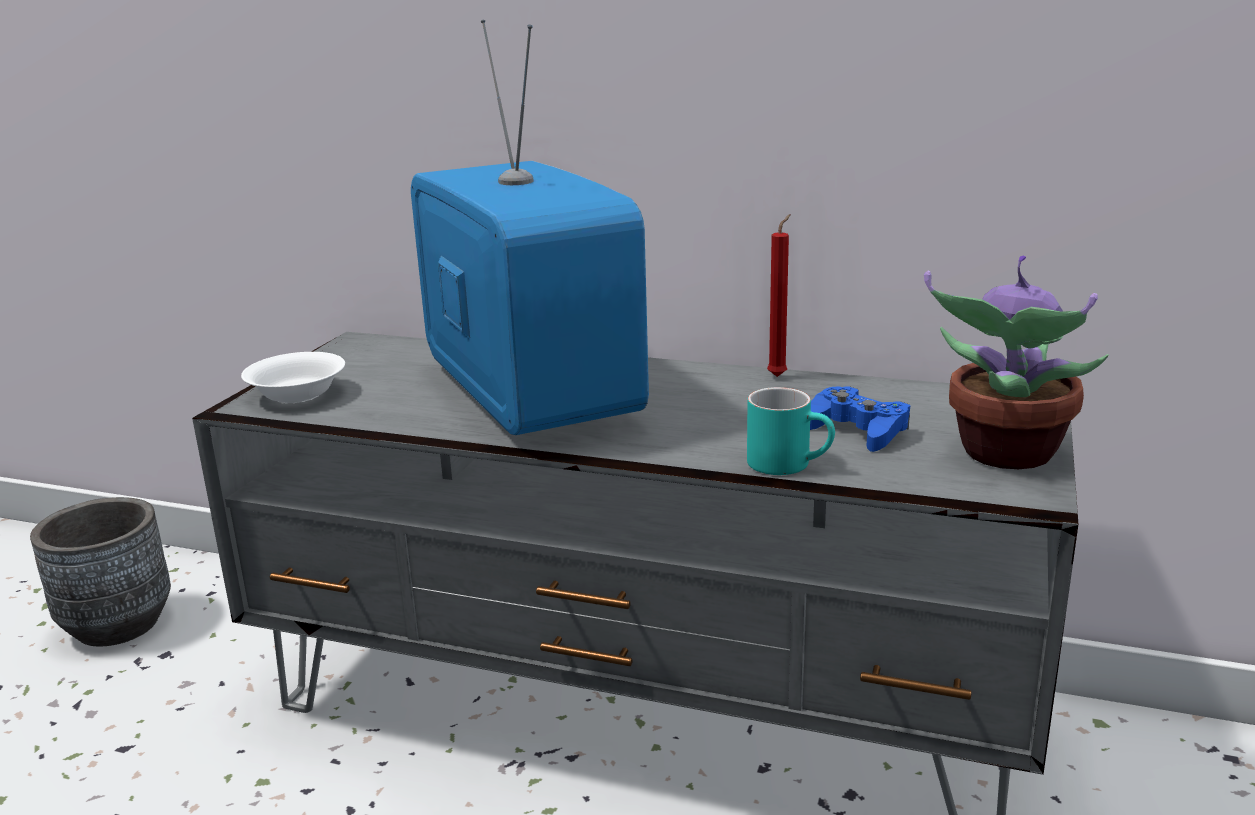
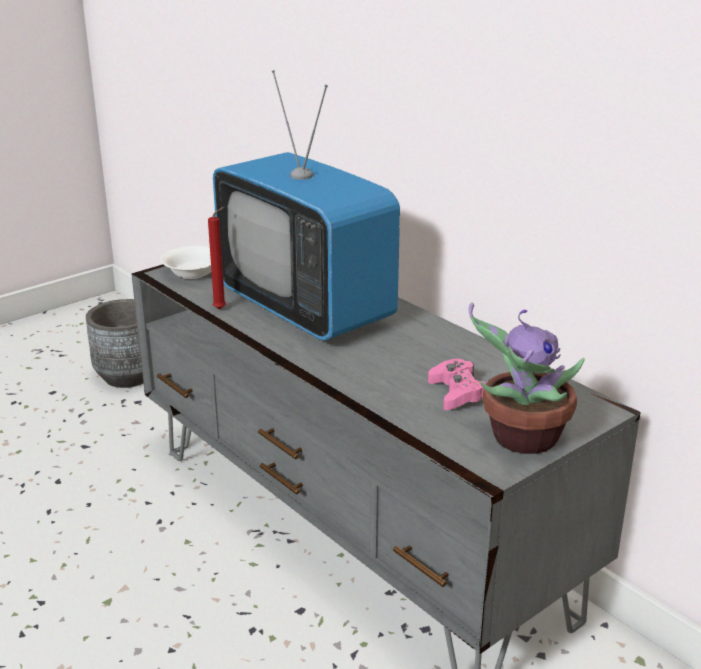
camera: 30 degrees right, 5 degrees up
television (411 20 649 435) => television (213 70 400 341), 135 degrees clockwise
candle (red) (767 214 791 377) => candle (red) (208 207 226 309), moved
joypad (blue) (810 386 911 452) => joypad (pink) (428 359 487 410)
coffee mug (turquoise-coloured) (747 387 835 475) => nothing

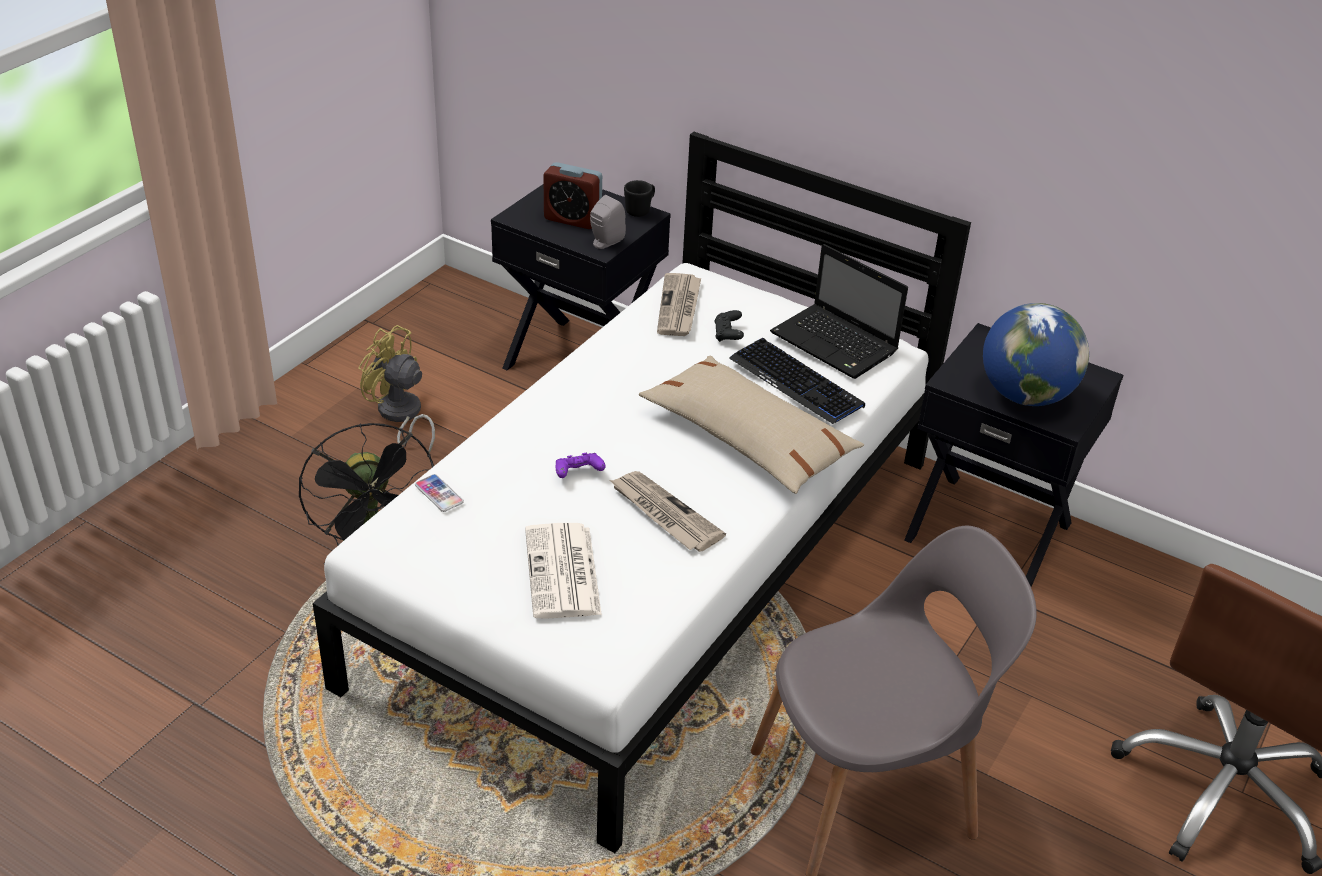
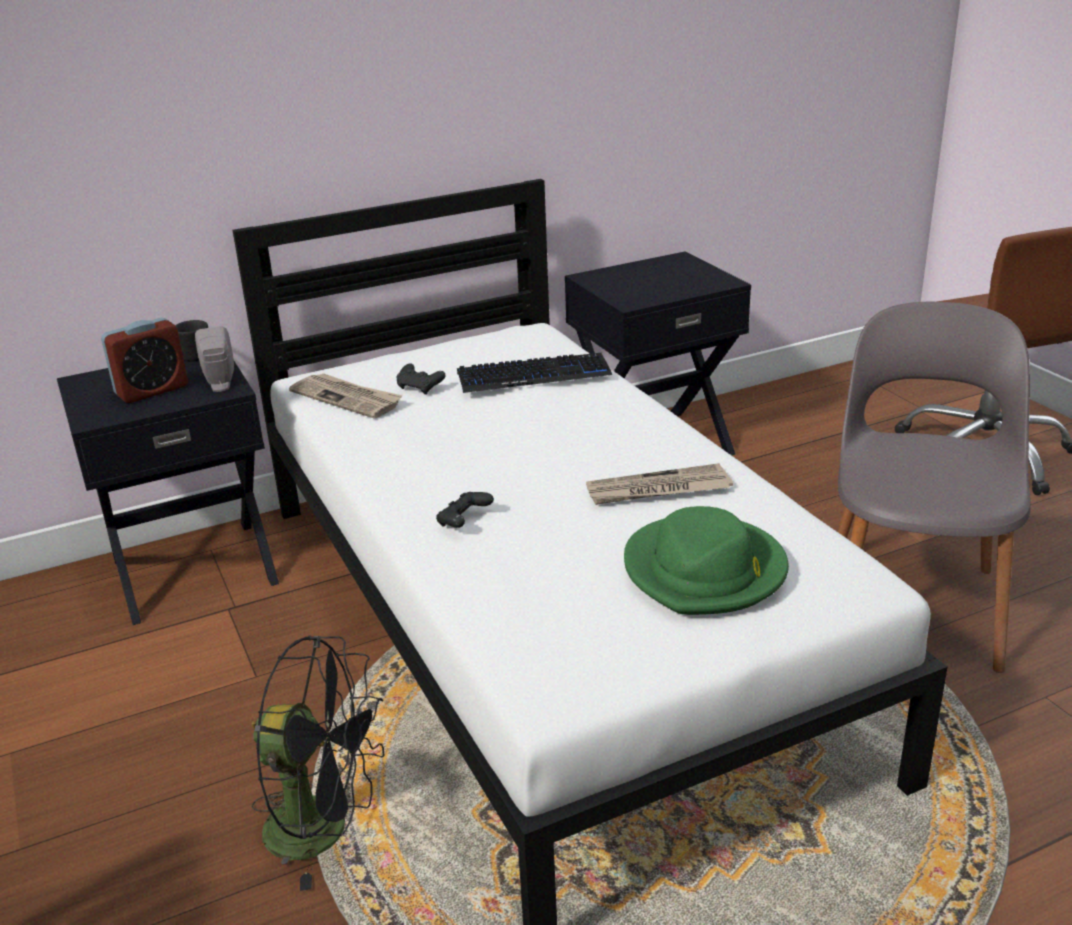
camera: 55 degrees left, 10 degrees down
notebook computer (770 244 908 379) => nothing
globe (983 303 1089 406) => nothing
fan (yellow) (358 325 435 454) => nothing
pillow (sand-coloured) (639 356 864 494) => nothing
joypad (purple) (556 453 605 478) => nothing
handset (415 474 464 512) => nothing
newspaper (525 523 602 619) => wearable hat (greenish) (624 506 789 615)
nothing => joypad (blackish) (436 492 494 528)

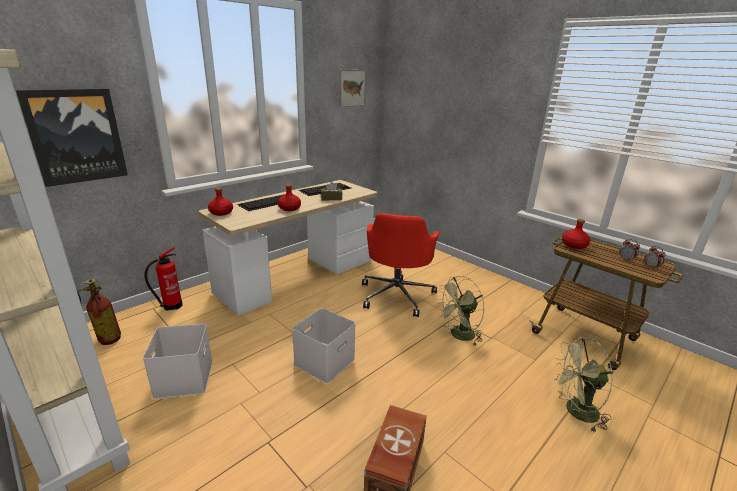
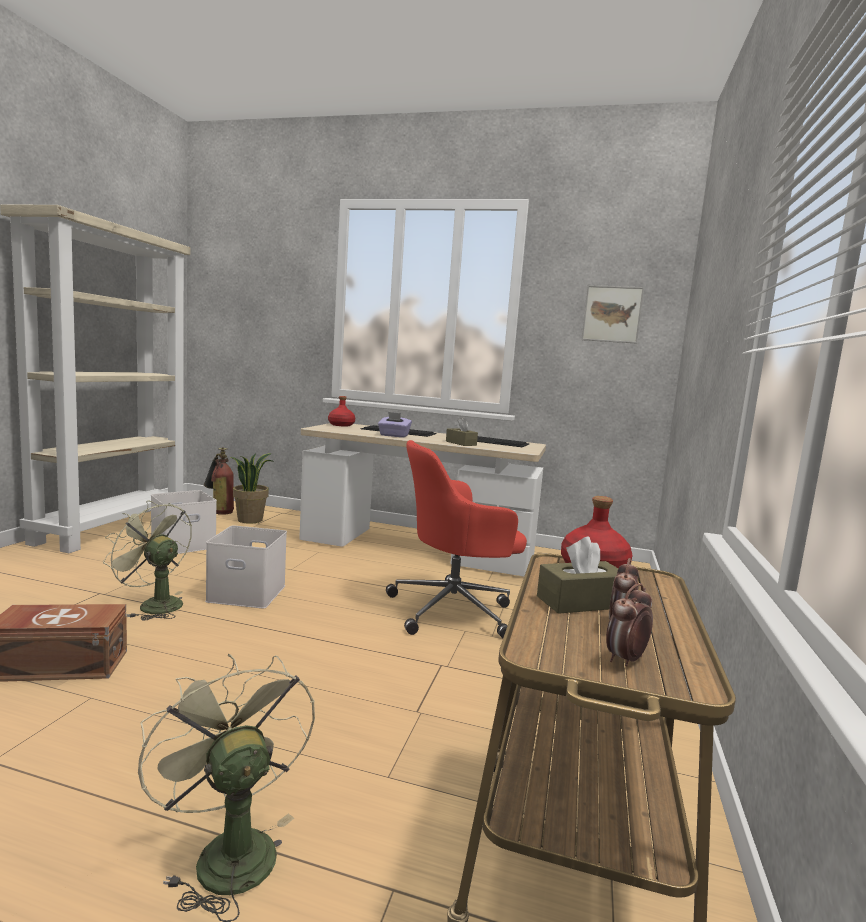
camera: 60 degrees right, 15 degrees down
wall picture (16 89 128 187) => nothing
drink bottle (red) (278 184 301 211) => box of tissues (purple) (378 412 412 437)
fire-fighting cylinder (144 247 183 311) => nothing
fan (greenish) (436 276 484 345) => fan (greenish) (103 500 192 621), moved
nothing => houseplant (231 453 274 523)
nothing => box of tissues (brownish) (537 536 618 614)

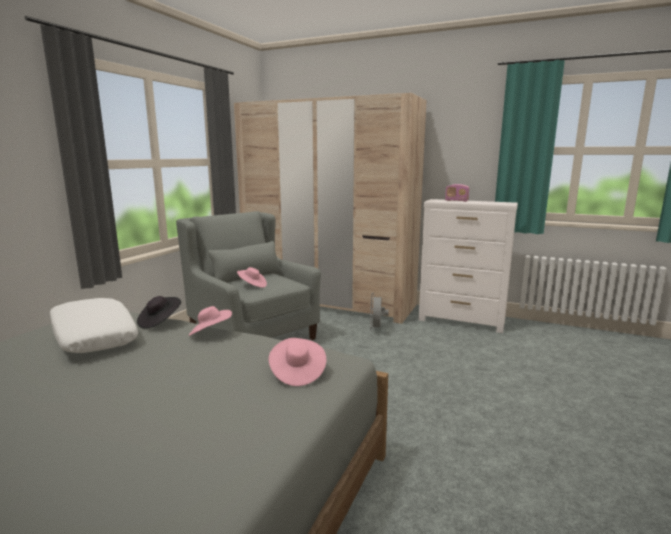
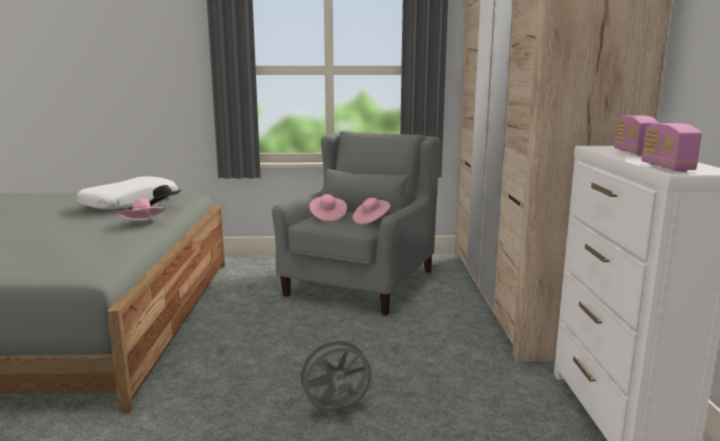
camera: 65 degrees right, 0 degrees up
fan (gray) (370 293 389 331) => fan (gray) (295 335 372 412), moved
wearable hat (pink) (269 338 326 386) => wearable hat (pink) (352 198 391 224), moved
nothing => radio (642 123 702 172)

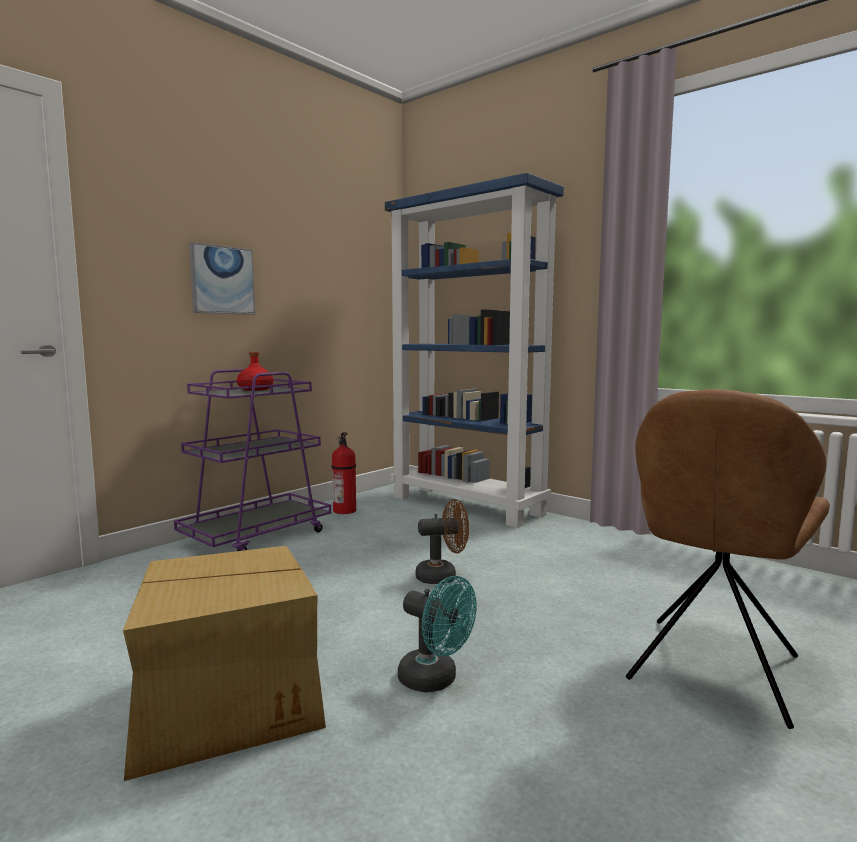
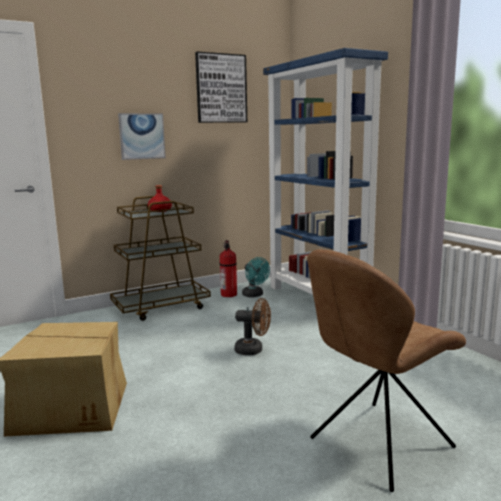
camera: 20 degrees right, 5 degrees up
wheeled cart (purple) (174 369 331 551) => wheeled cart (brownish) (110 196 211 321)
fan (turquoise-coloured) (398 576 477 693) => fan (turquoise-coloured) (242 257 270 297), moved
nothing => wall picture (195 52 247 123)

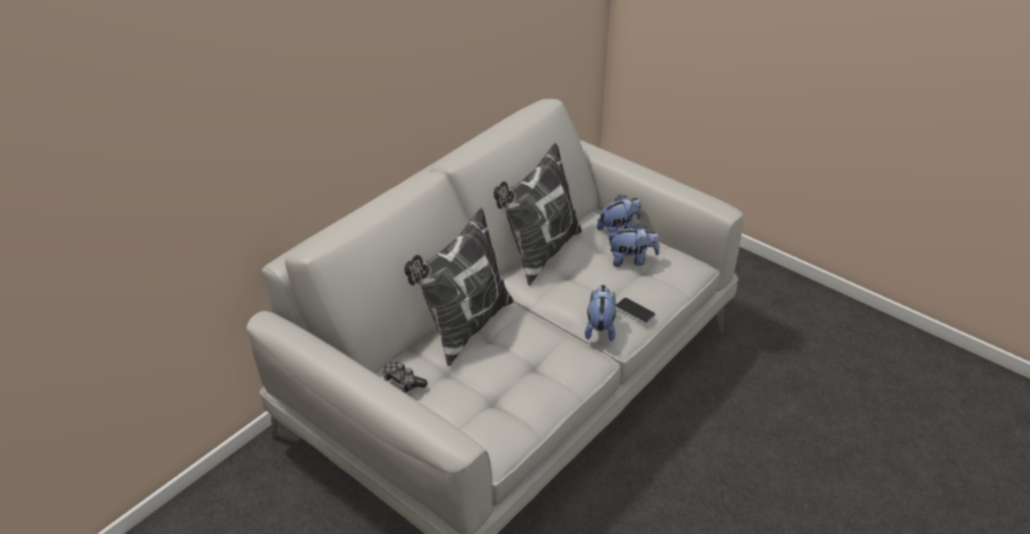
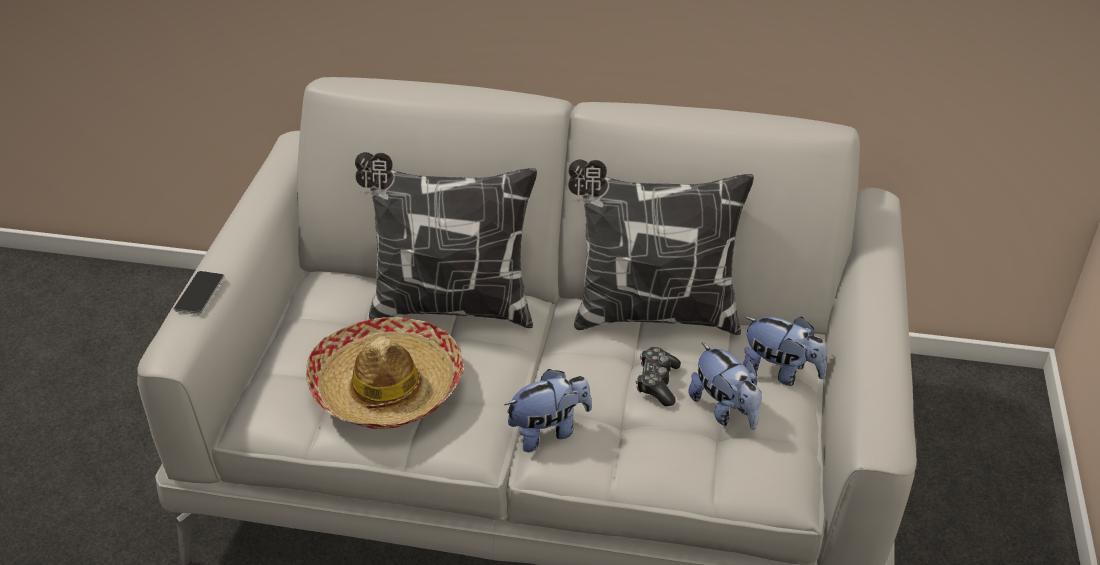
camera: 60 degrees right, 0 degrees up
handset (615 297 656 324) => handset (174 271 225 315), moved
joypad (382 362 428 393) => joypad (636 347 681 406), moved
nothing => wearable hat (306 317 464 429)

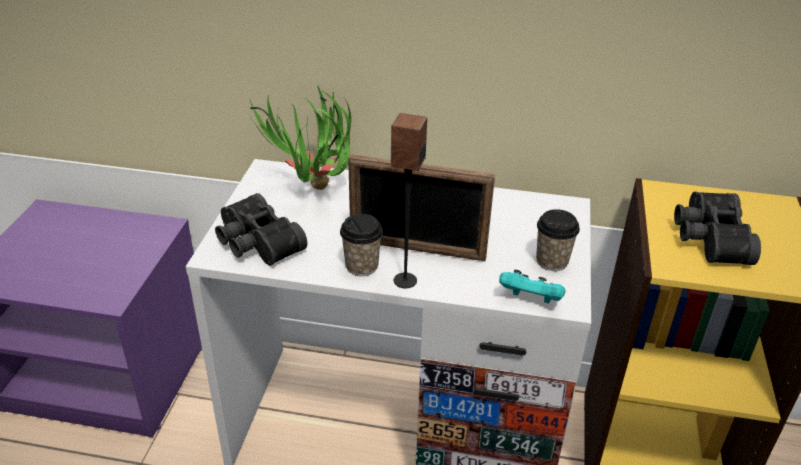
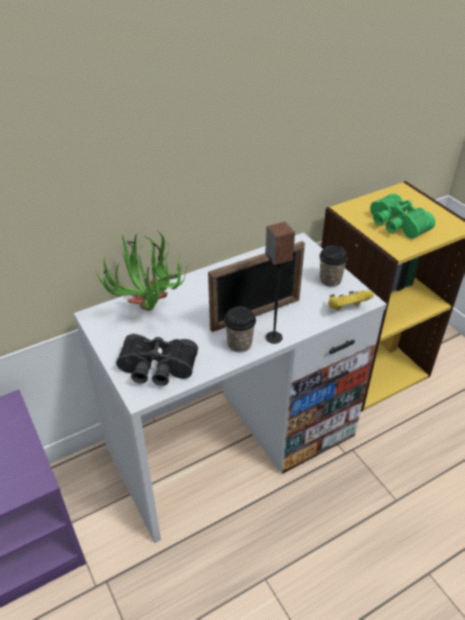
camera: 40 degrees left, 5 degrees up
binoculars (blackish) (674 192 761 265) => binoculars (greenish) (370 193 435 239)
joypad (turquoise-coloured) (499 270 566 304) => joypad (yellow) (328 290 374 311)

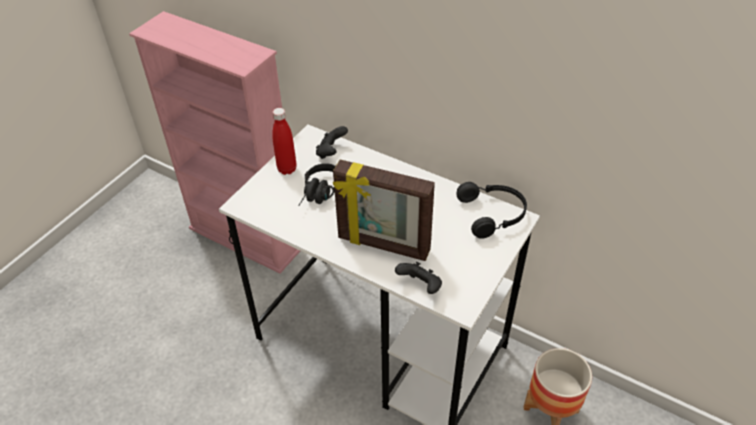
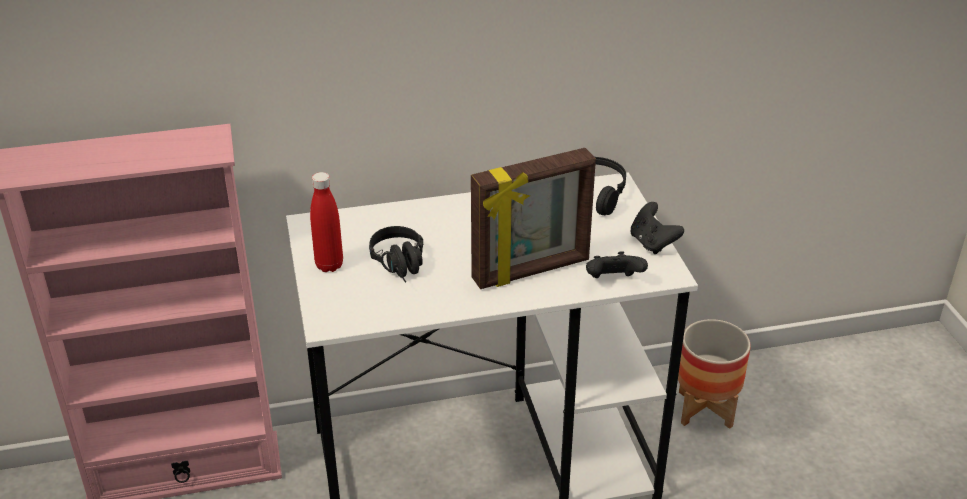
camera: 45 degrees left, 10 degrees down
joypad (blackish) (316 126 348 159) => joypad (blackish) (630 202 684 254), moved

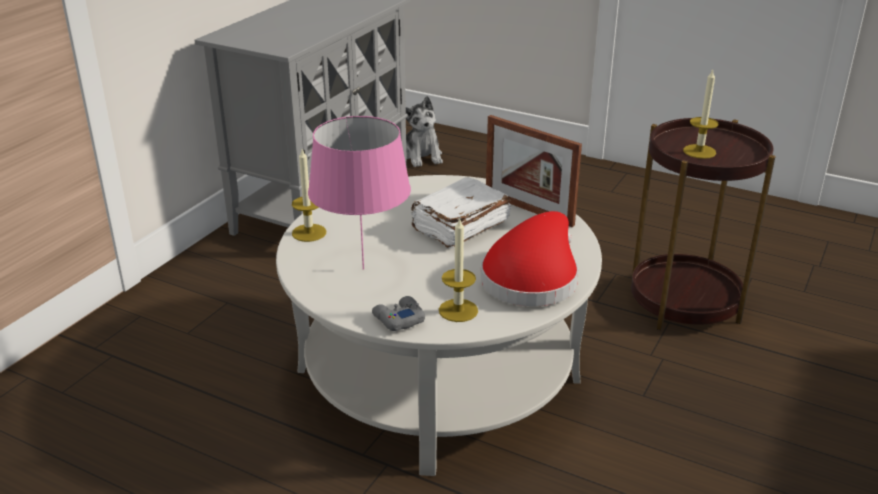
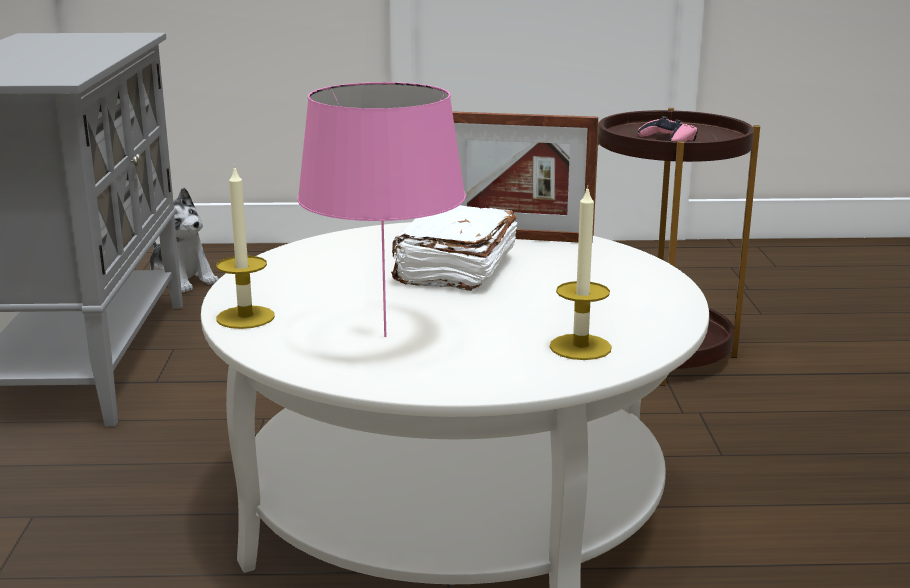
camera: 30 degrees left, 10 degrees down
candle (683 69 719 159) => joypad (pink) (638 116 698 141)
wearable hat (red) (481 211 579 307) => nothing
joypad (gray) (372 296 425 331) => nothing

